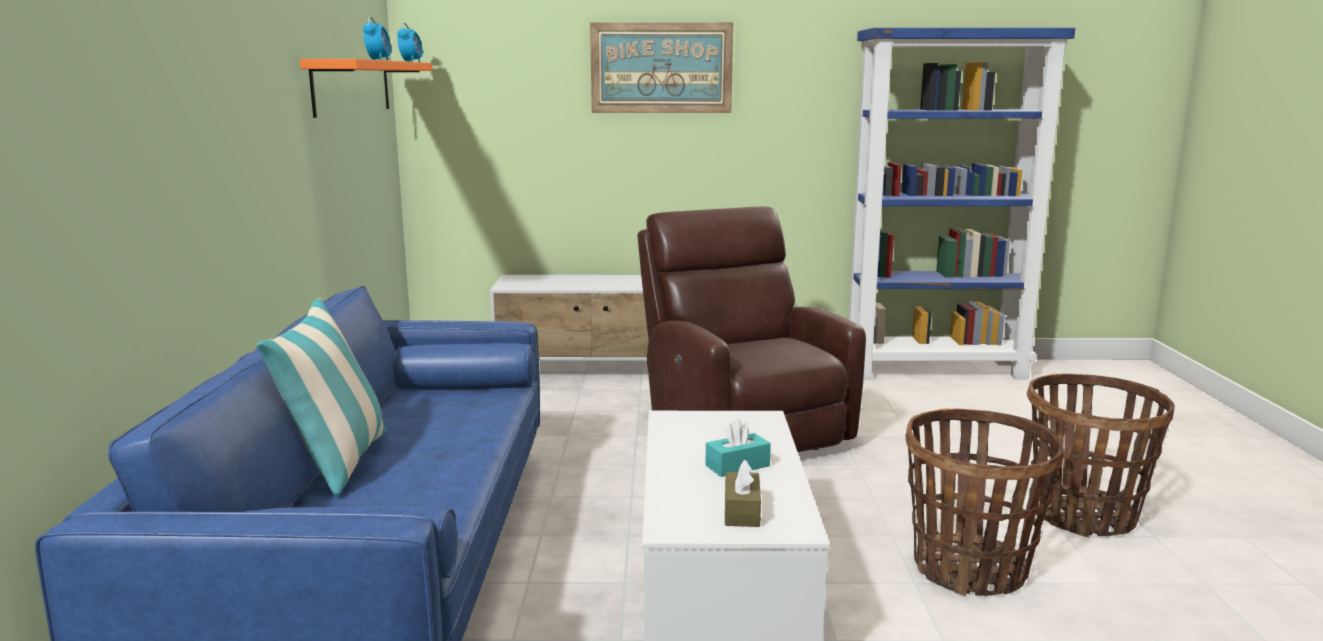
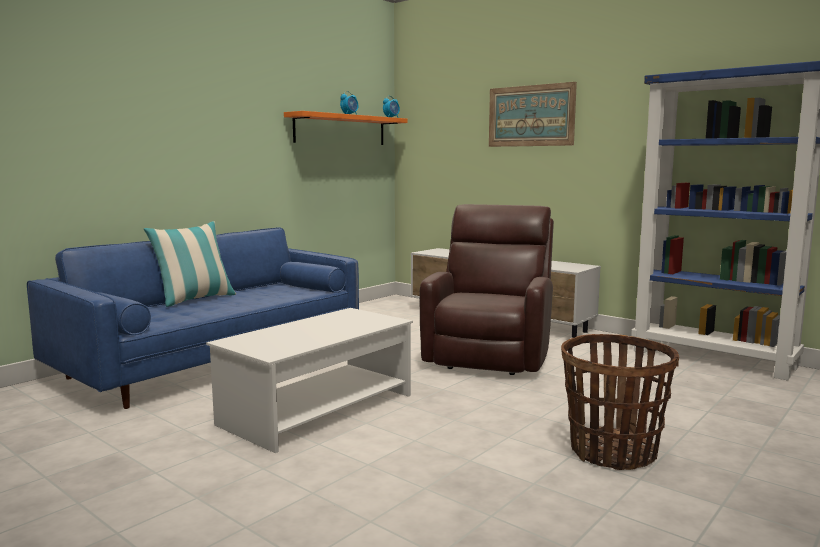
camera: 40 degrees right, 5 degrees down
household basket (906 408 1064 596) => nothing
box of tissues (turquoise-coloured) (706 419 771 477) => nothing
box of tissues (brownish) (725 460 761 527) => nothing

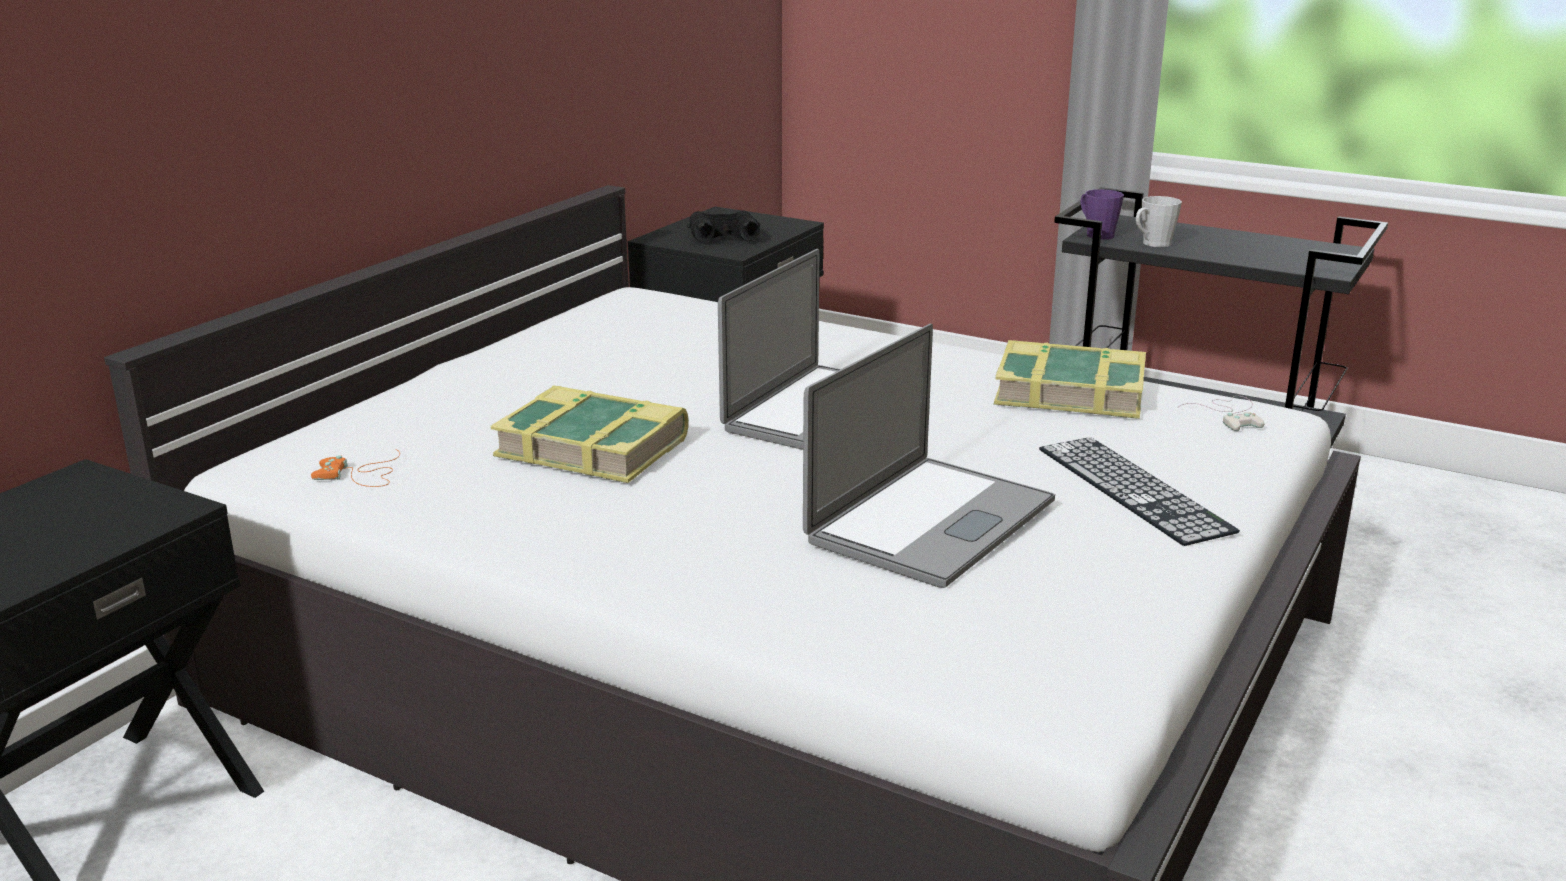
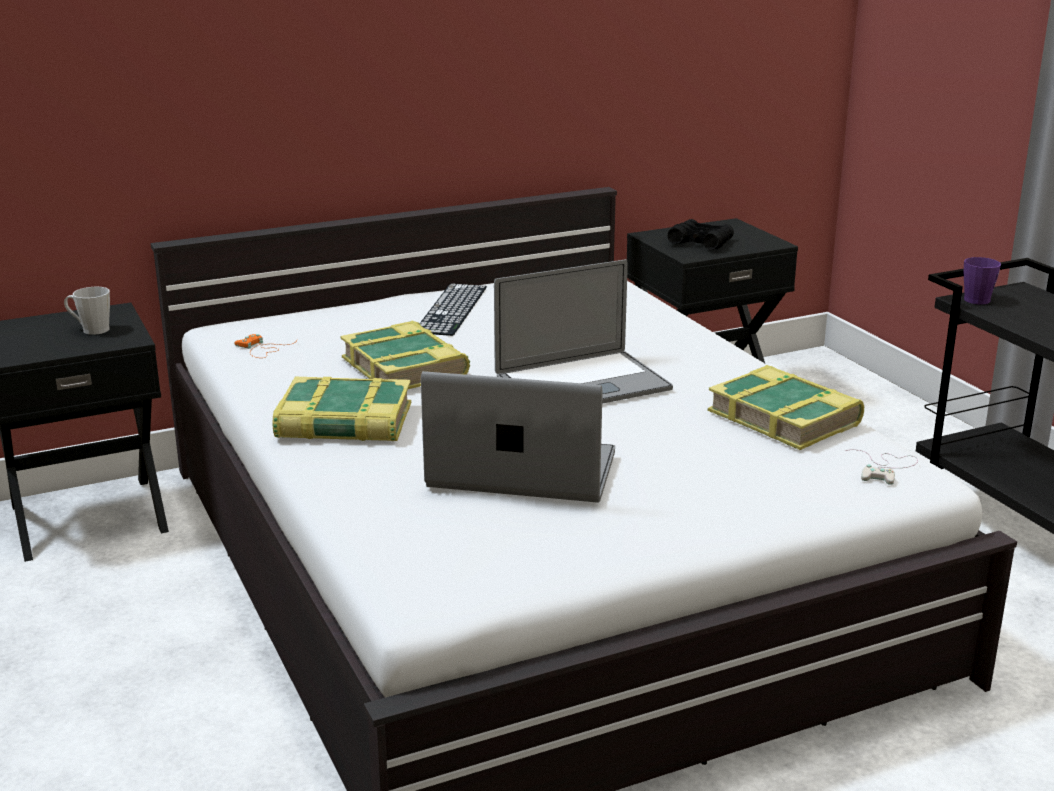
camera: 35 degrees right, 0 degrees up
coffee mug (gray) (1136 196 1182 247) => coffee mug (gray) (64 287 110 335), moved
notebook computer (803 323 1055 588) => notebook computer (421 371 615 503), 150 degrees counterclockwise
keyboard (1039 437 1240 546) => keyboard (419 284 487 336), moved
nothing => volume (272 377 412 441)

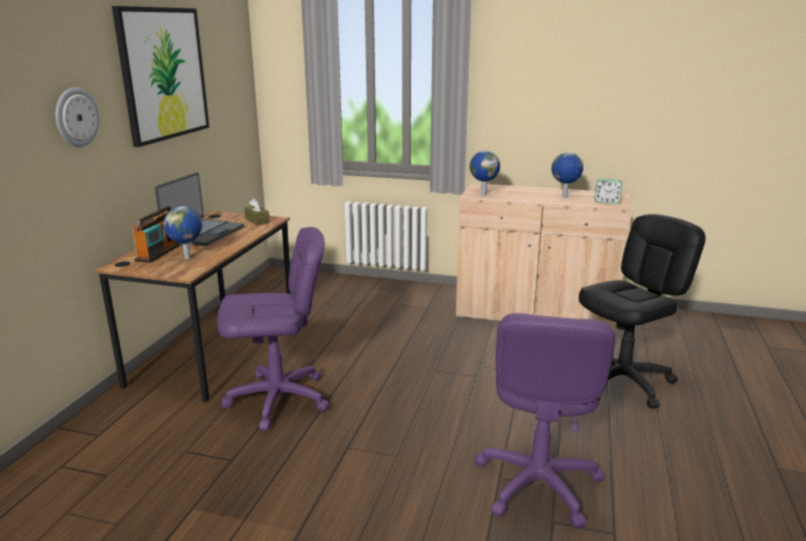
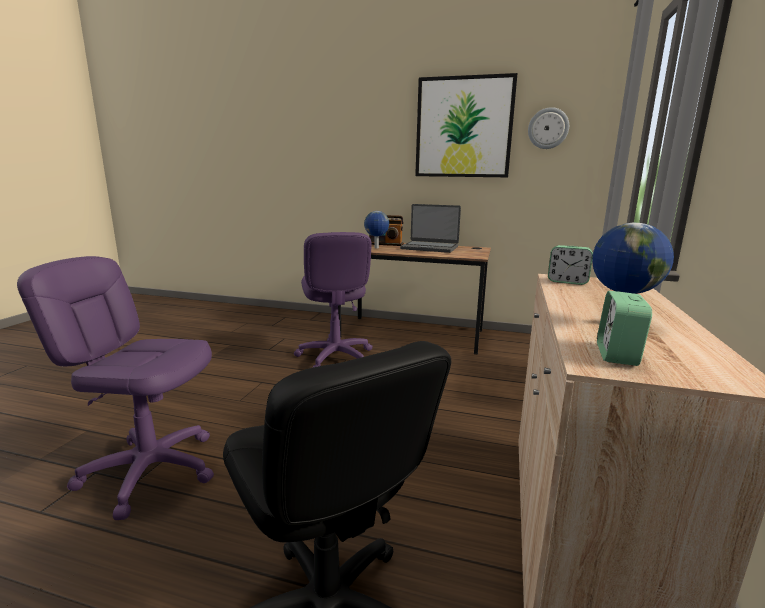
camera: 90 degrees right, 5 degrees down
hanging clock (56 87 100 147) => hanging clock (528 107 569 149), moved
globe (470 151 500 196) => bedside clock (548 245 593 285)
box of tissues (brownish) (245 198 270 225) => nothing

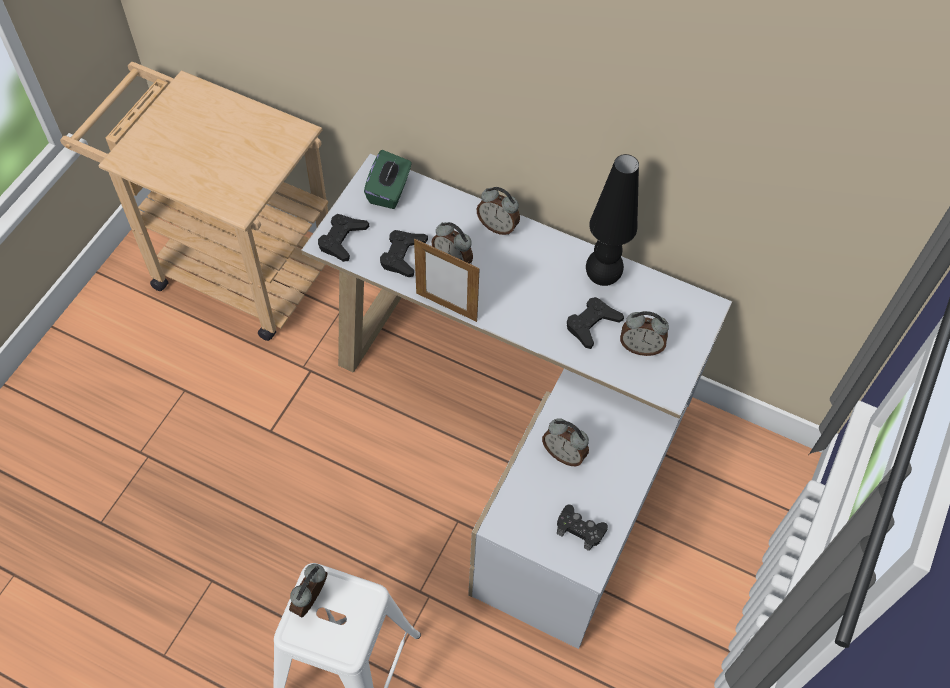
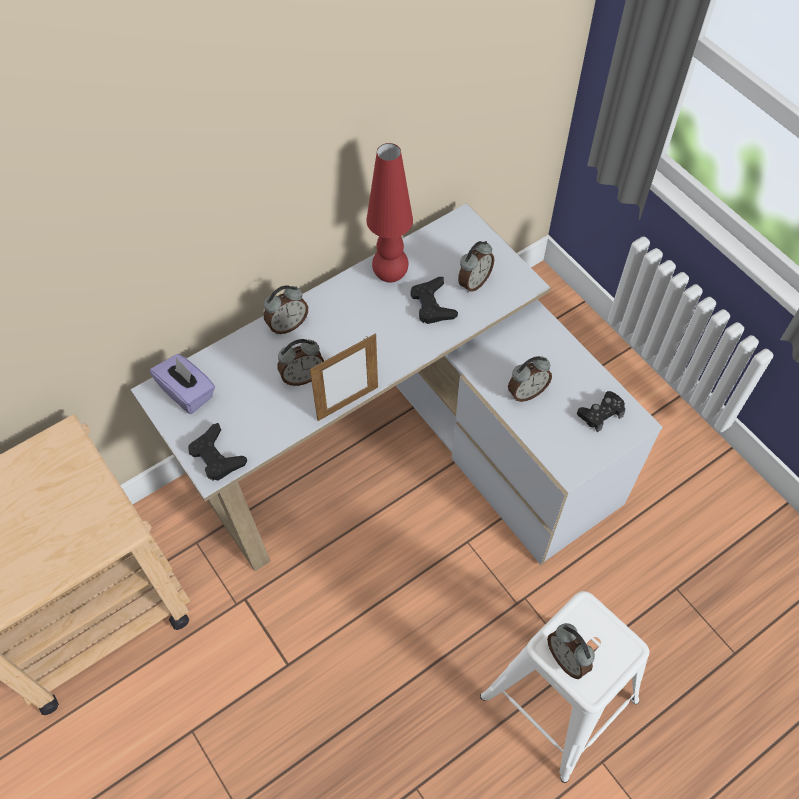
camera: 60 degrees left, 0 degrees up
box of tissues (greenish) (364 150 412 209) => box of tissues (purple) (150 354 215 414)
lamp for a table (blackish) (586 154 639 286) => lamp for a table (red) (366 143 413 283)
joypad (blackish) (380 230 428 277) => nothing

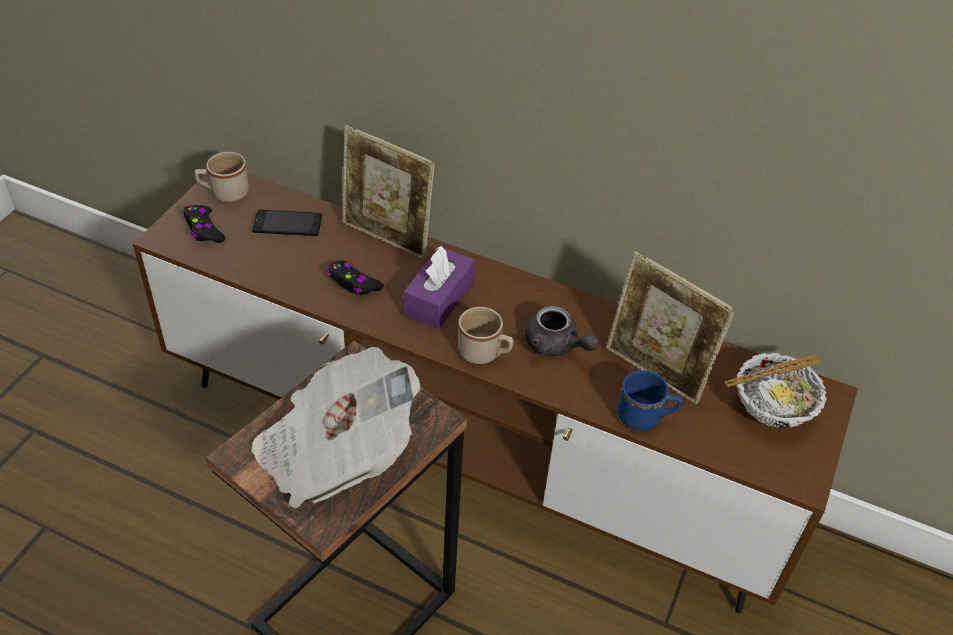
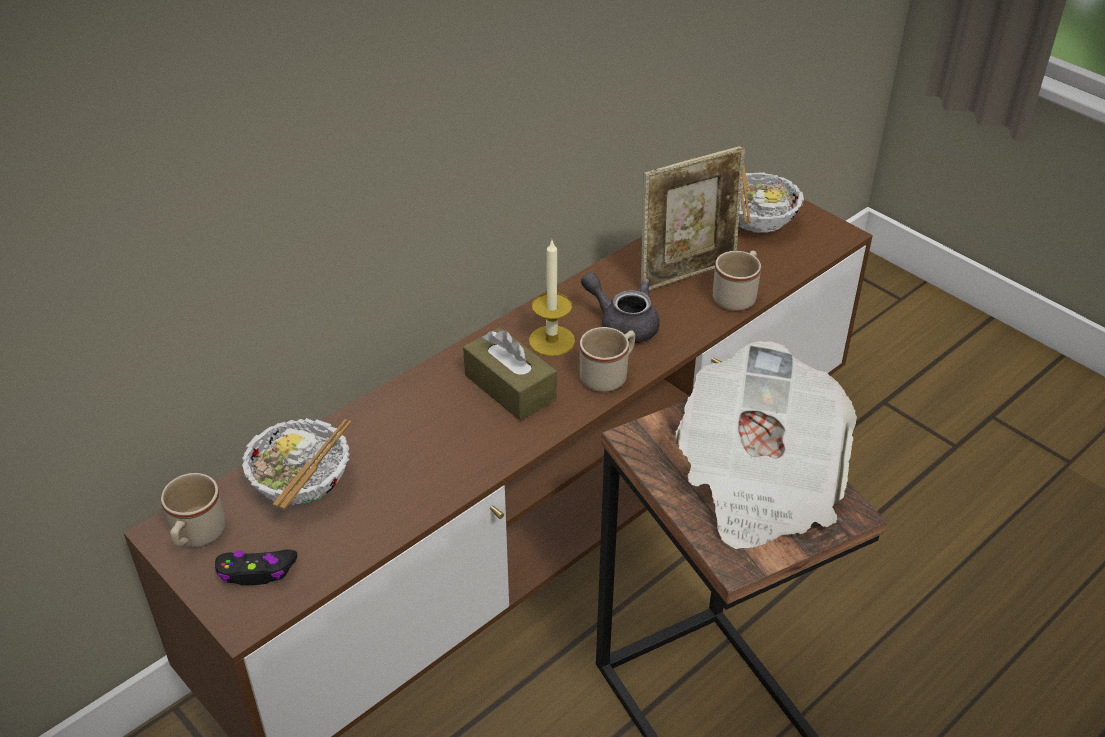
camera: 65 degrees left, 5 degrees down
picture frame (342 125 435 260) => nothing
handset (252 209 322 236) => bowl (242 418 352 510)
box of tissues (purple) (403 246 475 329) => box of tissues (brownish) (463 327 557 421)
joypad (blackish) (327 260 384 295) => nothing
tea pot (gray) (525 306 599 356) => tea pot (gray) (581 272 660 343), 120 degrees counterclockwise
coffee mug (blue) (618 370 682 430) => coffee mug (sand-coloured) (713 251 761 311)
nothing => candle (529 241 575 356)

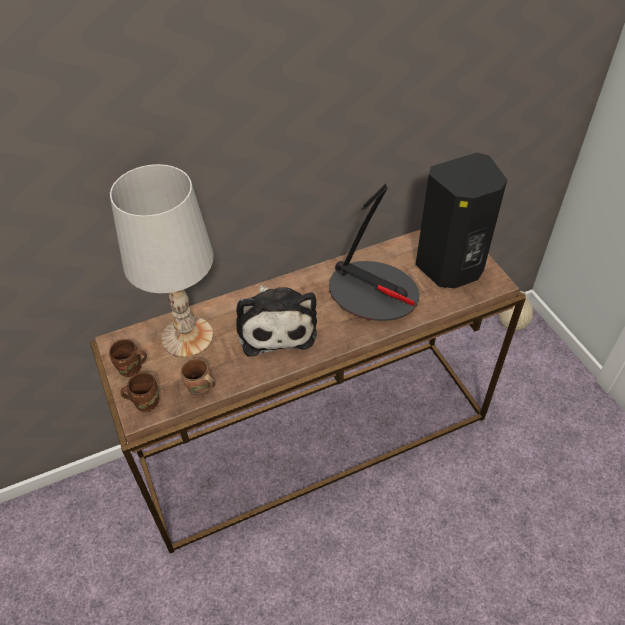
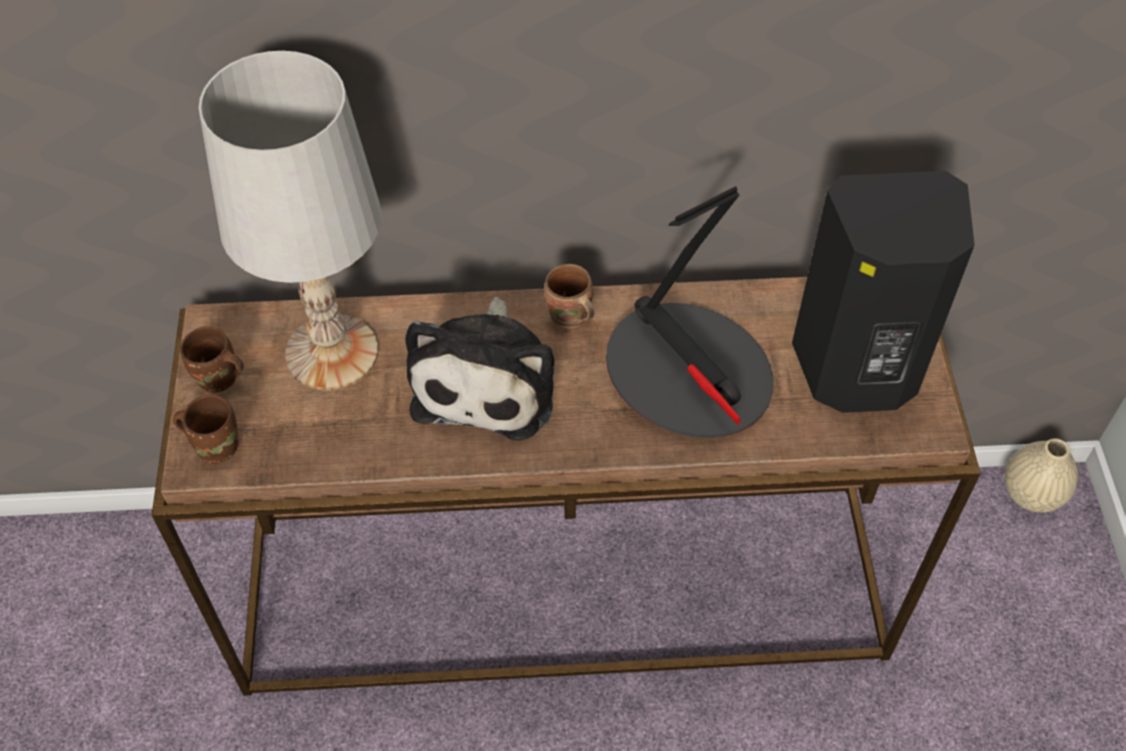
camera: 20 degrees right, 5 degrees up
coffee mug (brownish) (181 358 215 396) => coffee mug (brownish) (544 264 595 329), moved

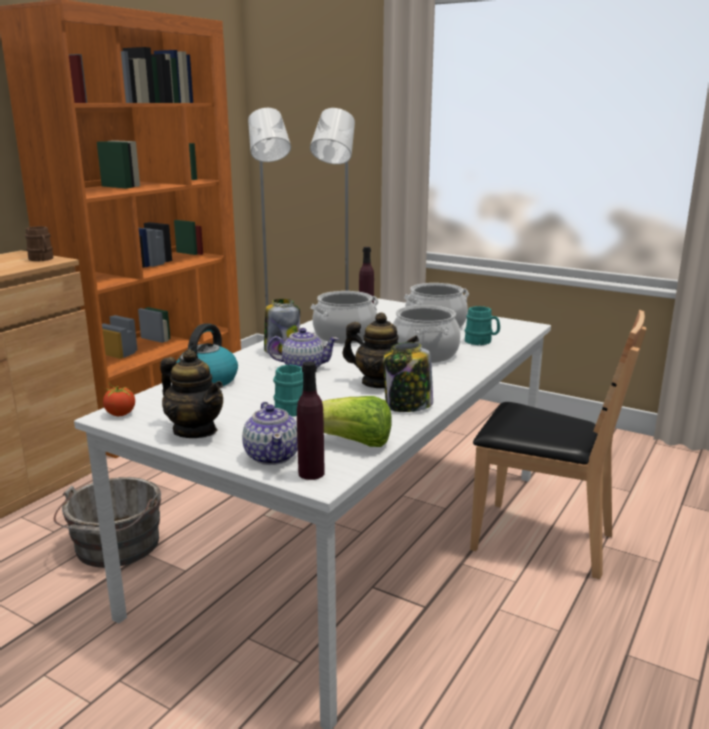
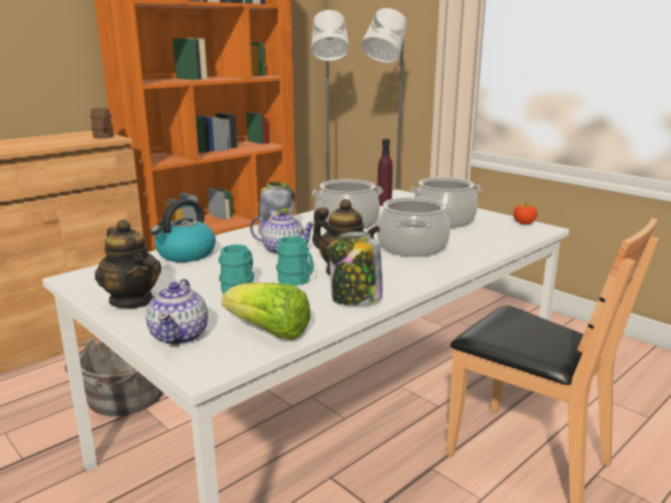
camera: 15 degrees right, 0 degrees up
coffee mug (turquoise-coloured) (465 306 500 345) => coffee mug (turquoise-coloured) (276 236 314 286), moved
drink bottle (purple) (297 361 325 480) => nothing
fresh tomato (100 384 135 416) => fresh tomato (513 200 539 225), moved

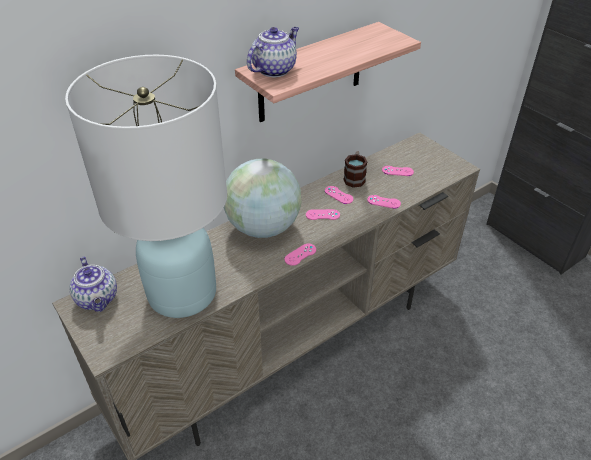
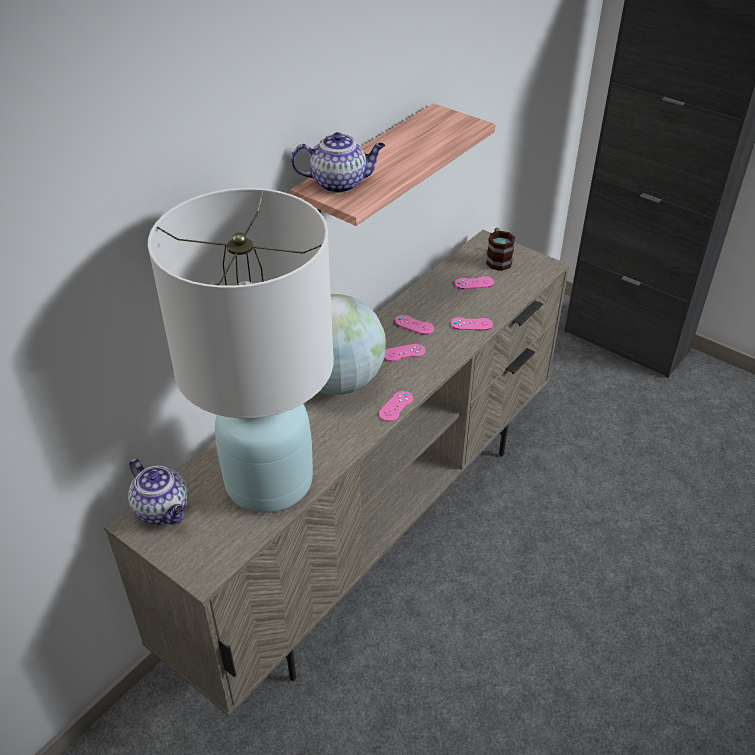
camera: 15 degrees left, 0 degrees up
tea pot (247 27 299 77) => tea pot (291 132 385 193), 60 degrees clockwise
coffee mug (343 151 367 188) => coffee mug (486 228 515 271), moved

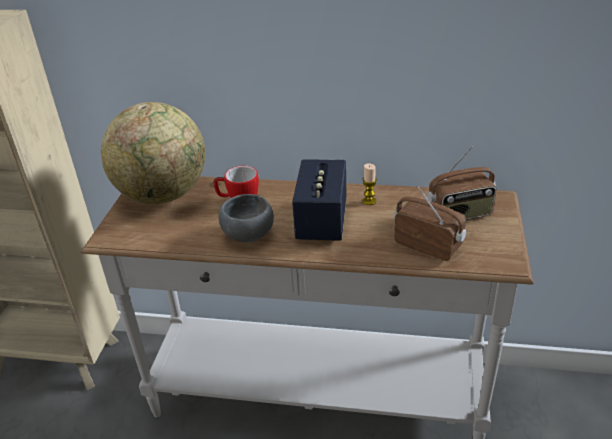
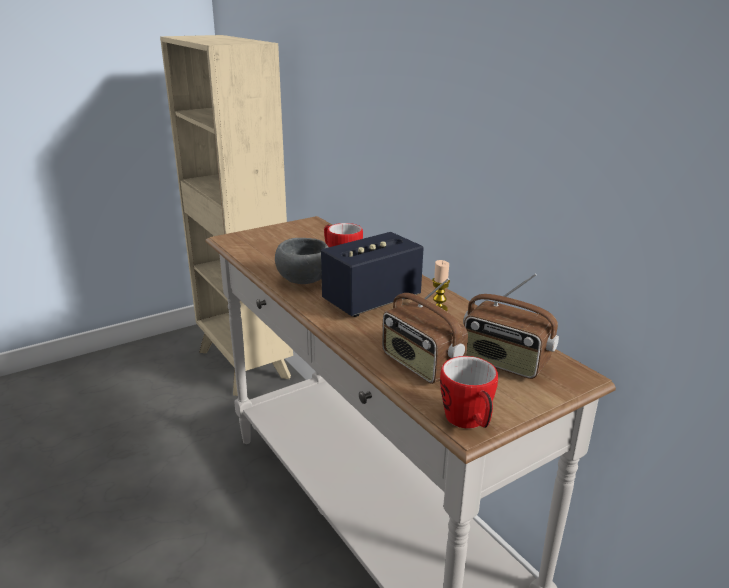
camera: 45 degrees right, 10 degrees down
globe (101 102 205 204) => nothing
radio (394 185 466 261) => radio (382 278 468 384), 150 degrees clockwise
nothing => coffee mug (440 356 498 428)

